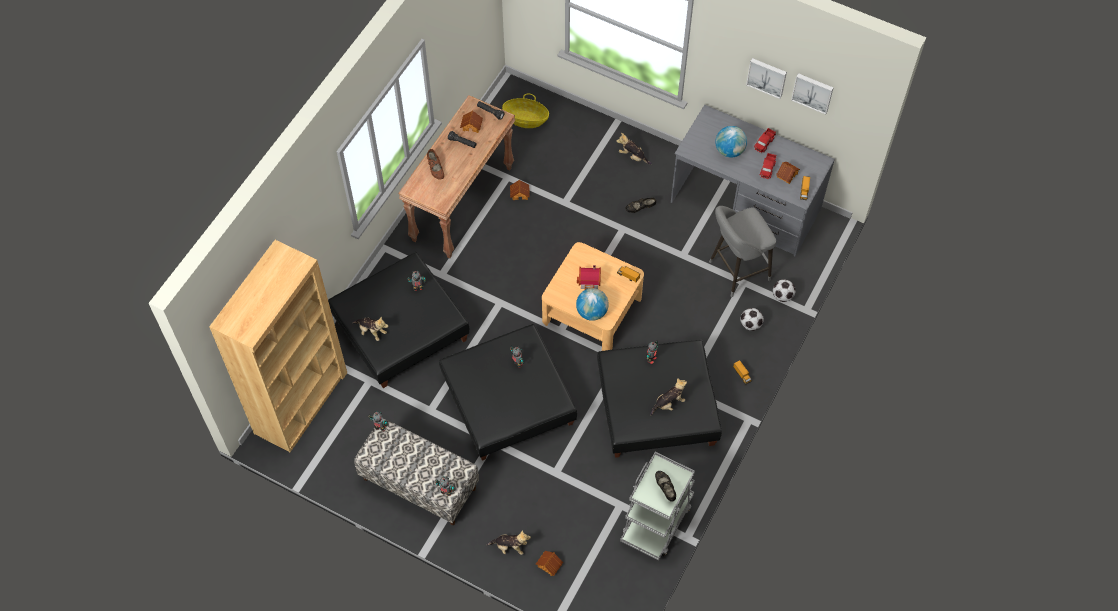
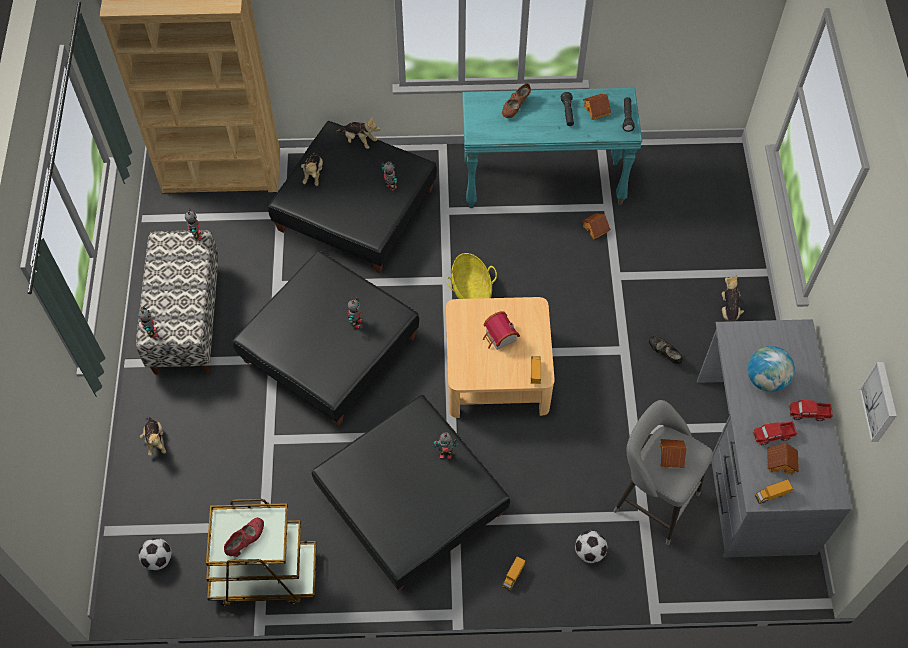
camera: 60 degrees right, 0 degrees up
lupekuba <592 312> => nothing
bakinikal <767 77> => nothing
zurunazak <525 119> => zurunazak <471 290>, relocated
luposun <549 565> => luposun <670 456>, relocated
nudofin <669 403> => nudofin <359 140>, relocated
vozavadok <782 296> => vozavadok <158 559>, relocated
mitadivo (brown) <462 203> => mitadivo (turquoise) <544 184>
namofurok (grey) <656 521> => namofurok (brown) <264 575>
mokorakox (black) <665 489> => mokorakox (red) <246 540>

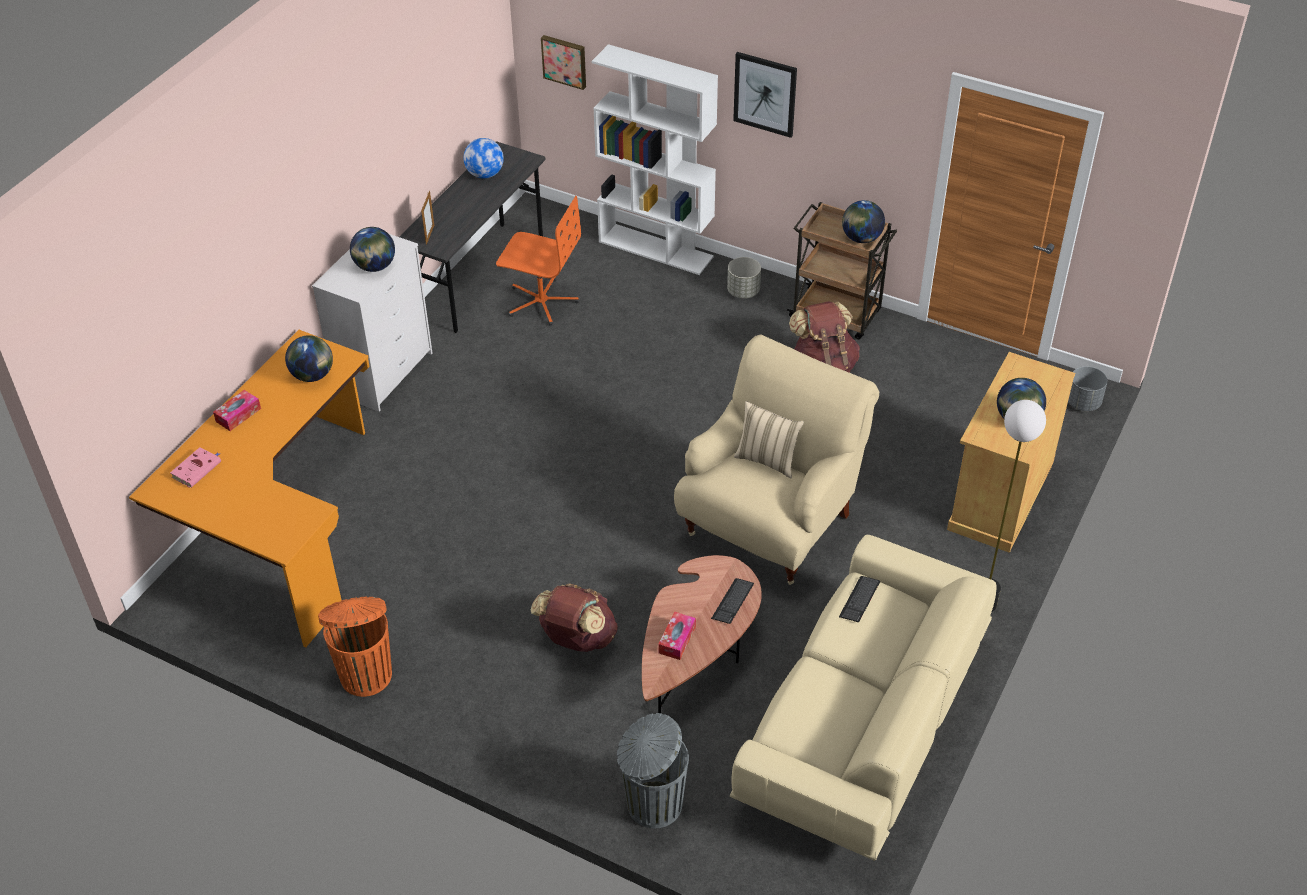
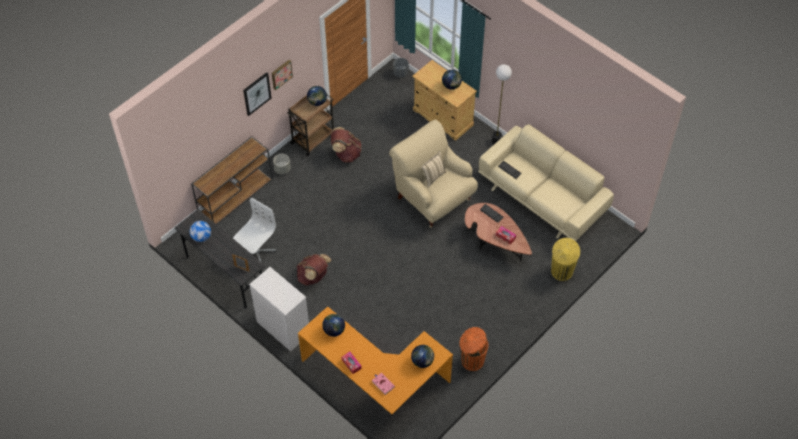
camera: 75 degrees left, 10 degrees up
lupekuba <375 266> => lupekuba <422 361>, relocated
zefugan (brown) <577 639> => zefugan (brown) <313 277>, relocated
bakinikal <565 61> => bakinikal <281 74>, relocated
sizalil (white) <656 249> => mitadivo (brown) <236 195>
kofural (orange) <541 302> => kofural (white) <256 252>
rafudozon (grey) <652 804> => rafudozon (yellow) <561 272>

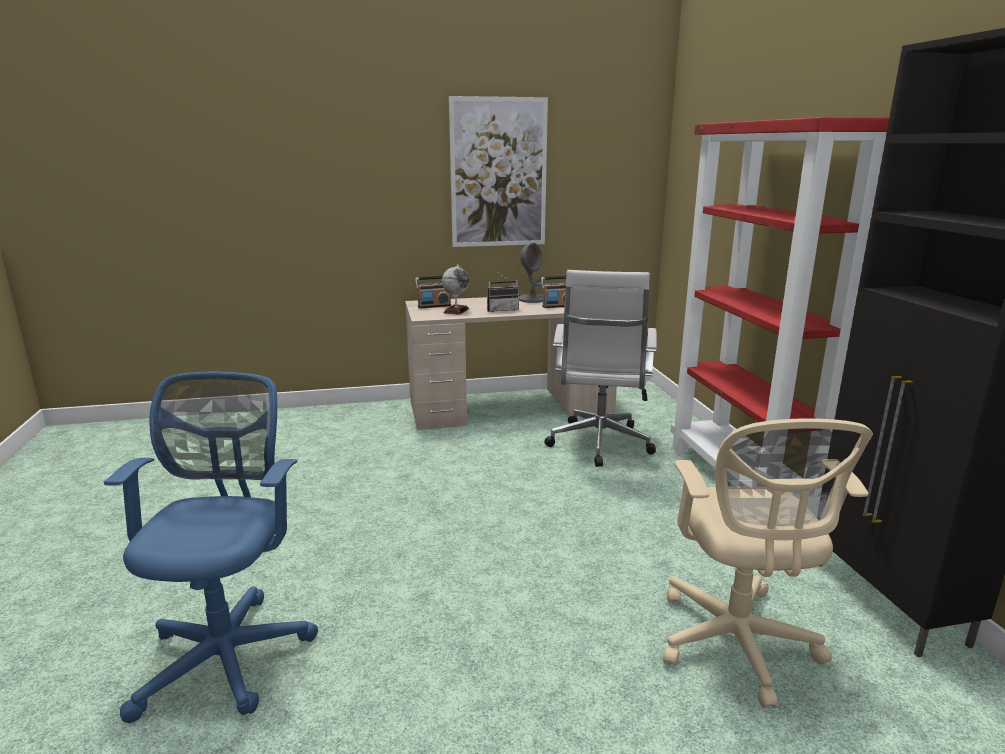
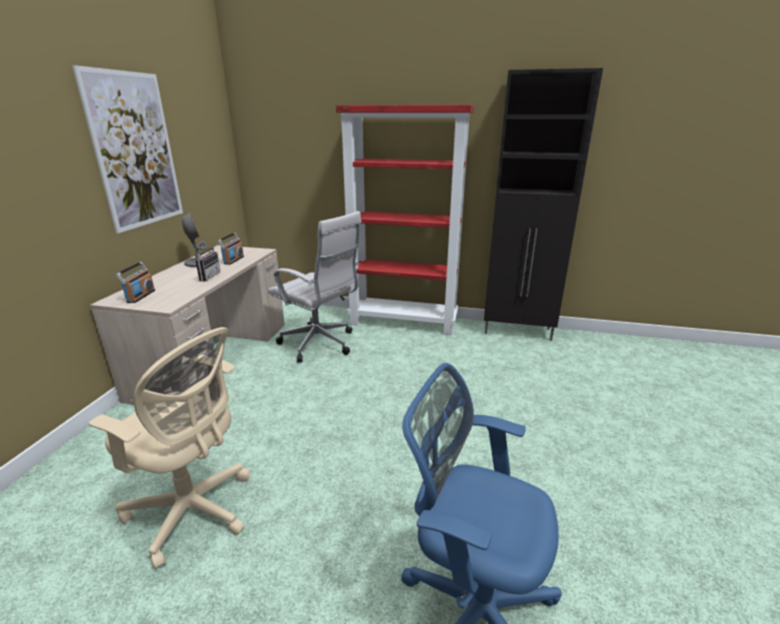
camera: 65 degrees left, 5 degrees up
lupekuba <456 311> => nothing
kofural (beige) <737 646> => kofural (beige) <194 511>, relocated

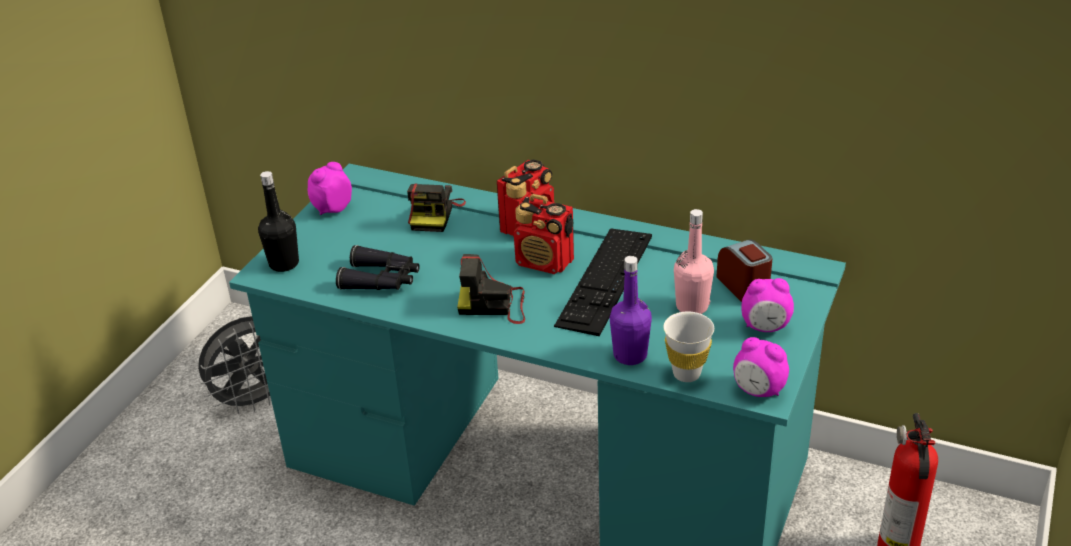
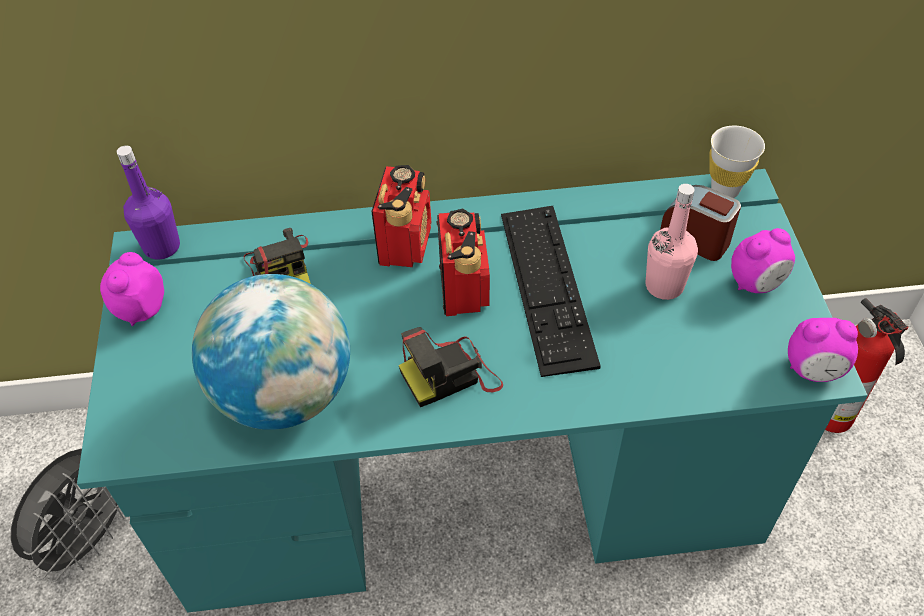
camera: 30 degrees left, 15 degrees up
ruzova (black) <284 263> => nothing
ruzova (purple) <630 355> => ruzova (purple) <162 247>, relocated
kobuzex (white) <686 374> => kobuzex (white) <725 190>, relocated
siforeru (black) <381 279> => lupekuba <285 394>
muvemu <545 262> => muvemu <463 289>, 90 degrees counterclockwise

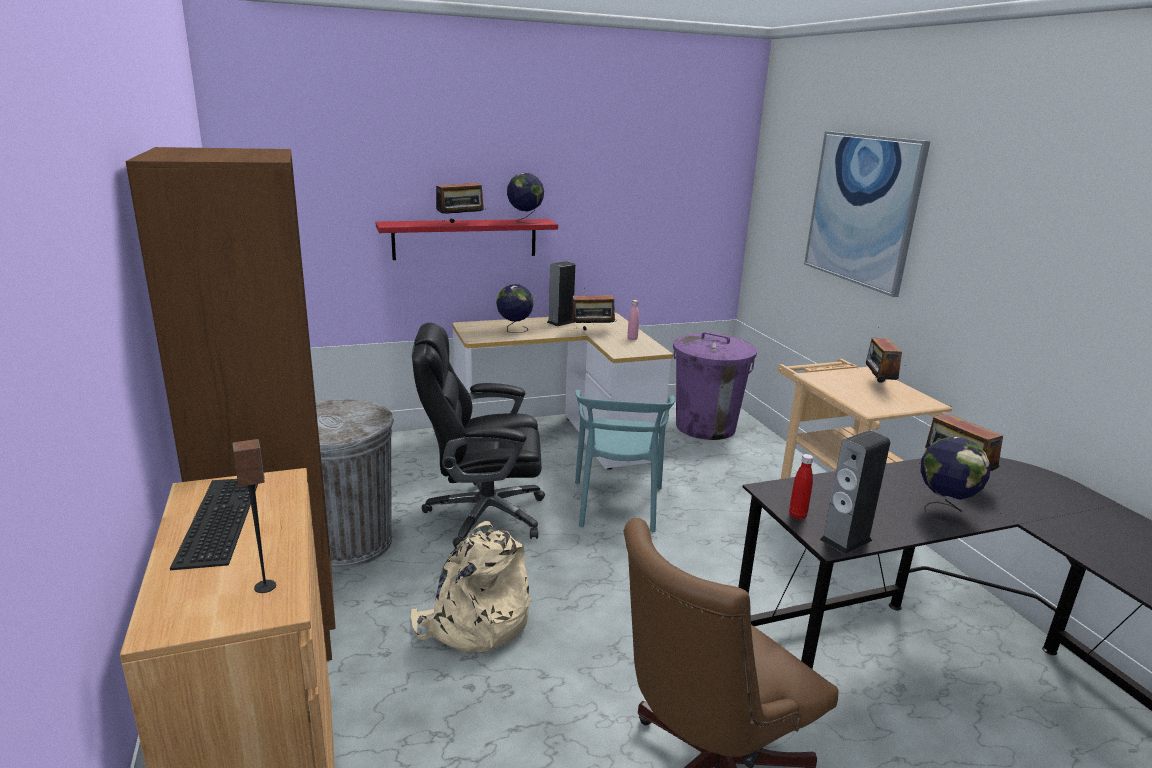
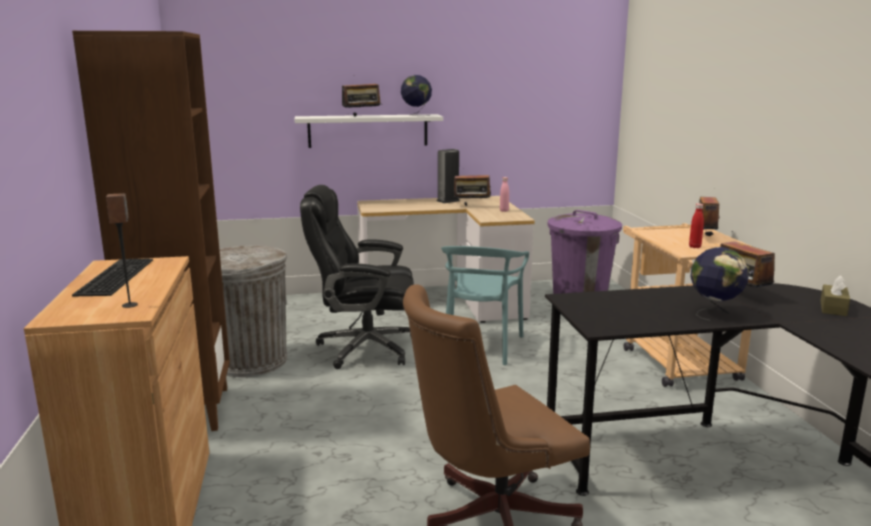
camera: 10 degrees right, 5 degrees down
zefugan (beige) <474 623> => nothing
lupekuba <514 330> => nothing
bakinikal <862 210> => nothing
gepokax <846 540> => nothing
nothing => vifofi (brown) <833 308>
ruzova (red) <797 515> => ruzova (red) <694 247>, relocated
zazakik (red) <465 239> => zazakik (white) <368 131>

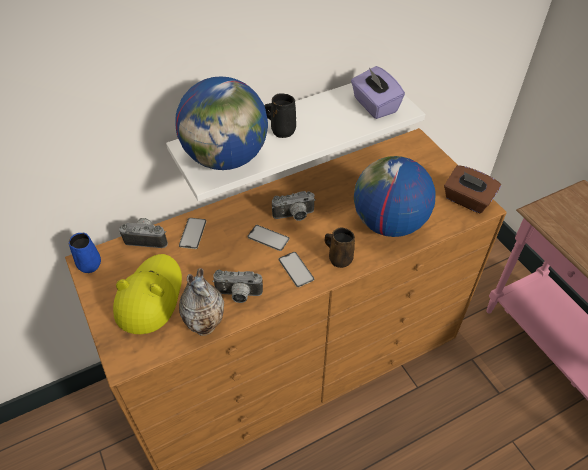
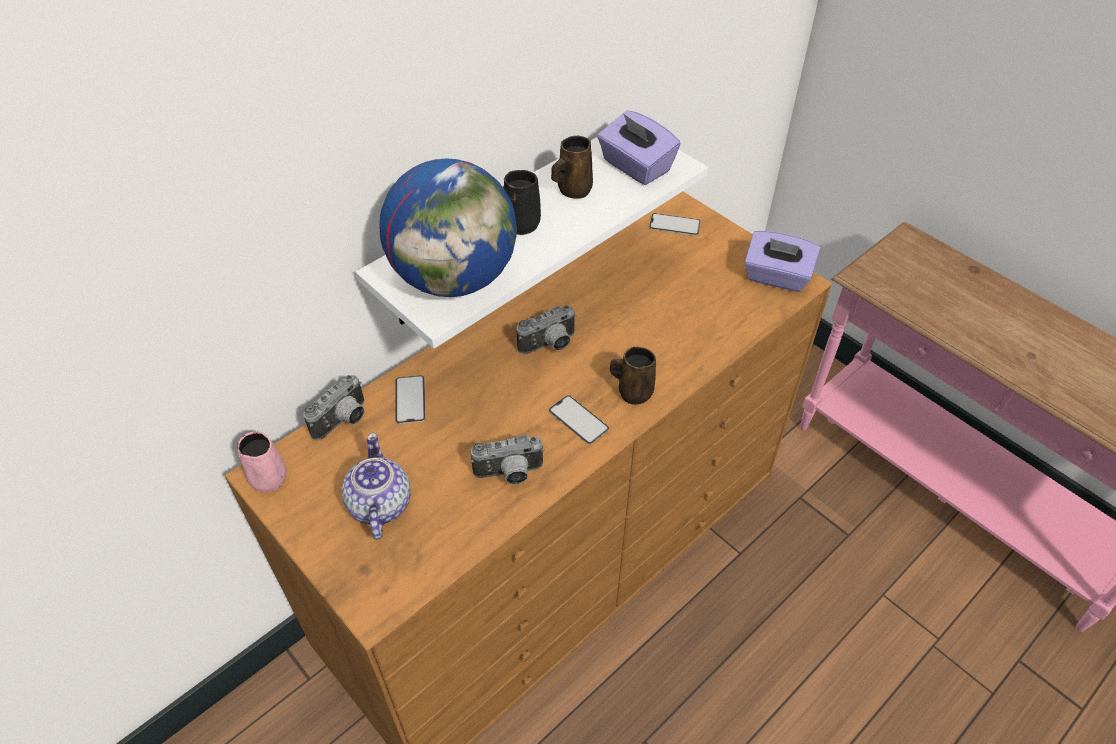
camera: 15 degrees left, 0 degrees up
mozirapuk <206 324> => nothing
lupekuba <388 223> => nothing
nothing => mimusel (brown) <573 190>
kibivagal <268 238> => kibivagal <674 224>, relocated
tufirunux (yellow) <149 296> => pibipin <379 505>
mimusel (blue) <89 263> => mimusel (pink) <268 477>
vifofi (brown) <467 200> => vifofi (purple) <776 277>
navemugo <147 238> => navemugo <344 421>, 135 degrees clockwise

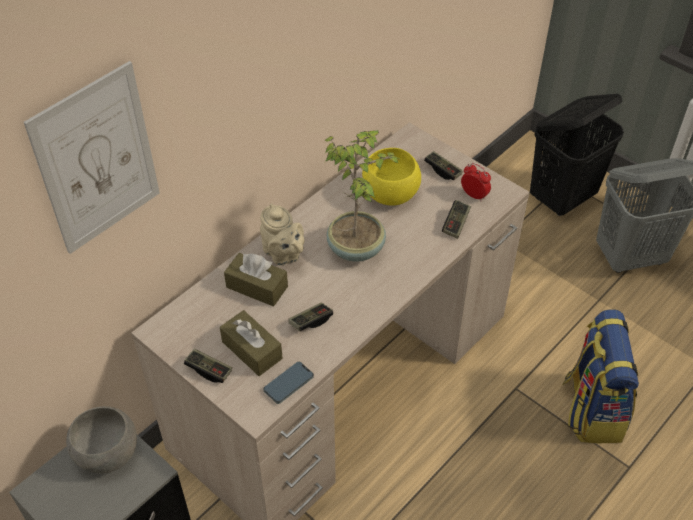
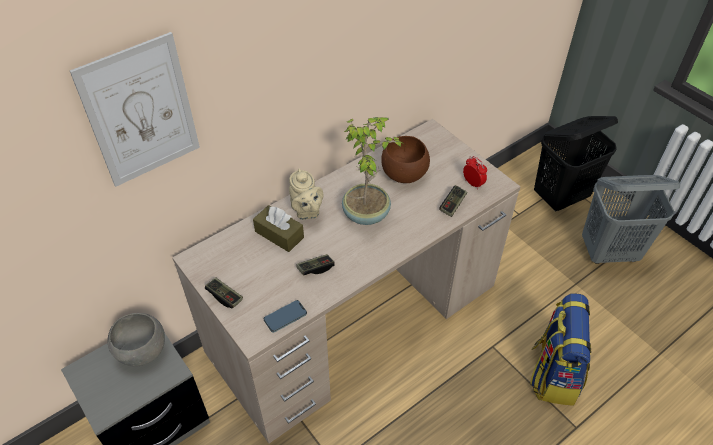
camera: 10 degrees right, 0 degrees up
vifofi (brown) <252 350> => nothing
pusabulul <442 170> => nothing
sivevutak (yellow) <390 195> => sivevutak (brown) <403 174>

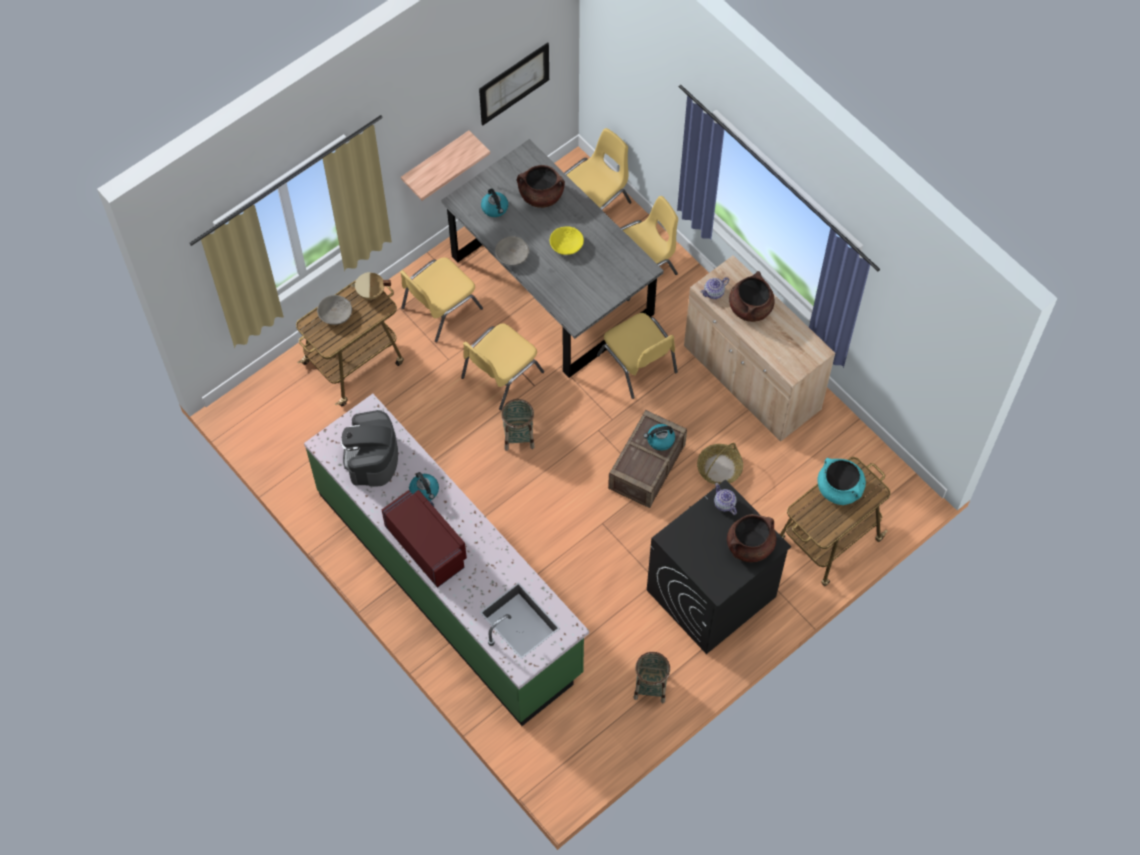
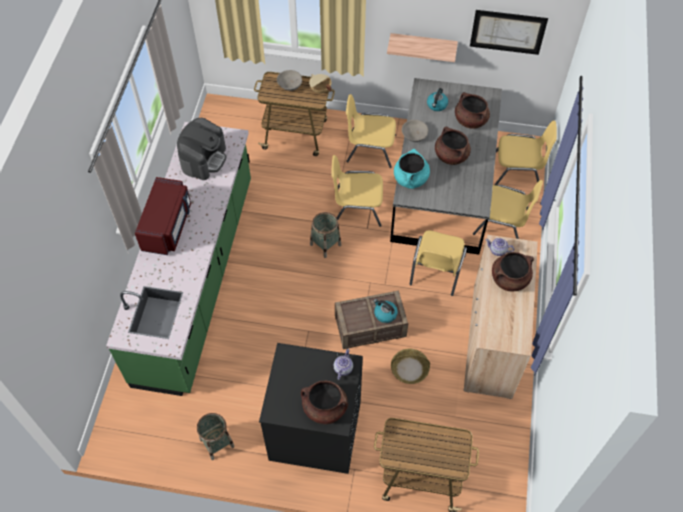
camera: 50 degrees right, 5 degrees down
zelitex <425 491> => nothing
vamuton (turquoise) <839 489> => vamuton (turquoise) <411 179>, relocated
sivevutak (yellow) <566 245> => vamuton (brown) <451 156>
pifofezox <372 458> => pifofezox <204 159>, 150 degrees clockwise

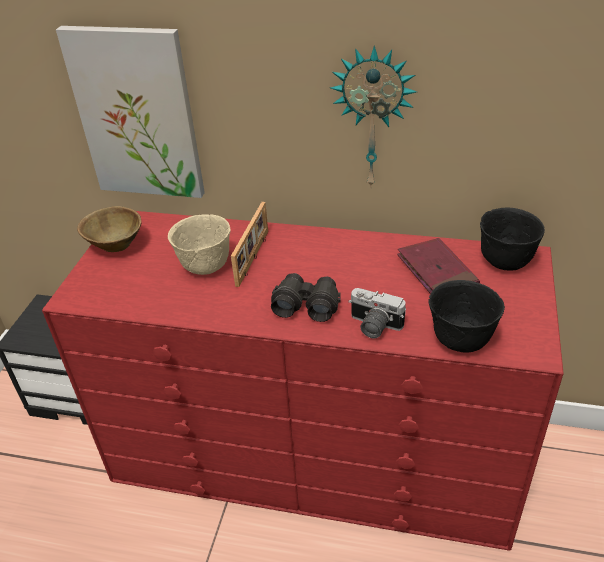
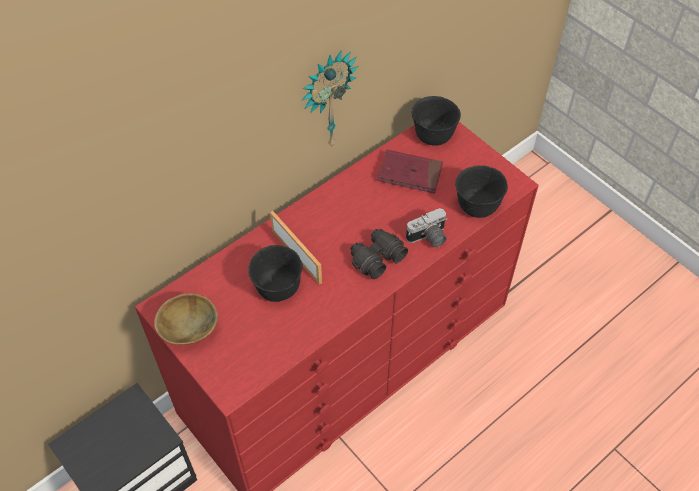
camera: 55 degrees left, 15 degrees up
bakinikal <137 114> => nothing
sivevutak (beige) <205 267> => sivevutak (black) <278 289>

